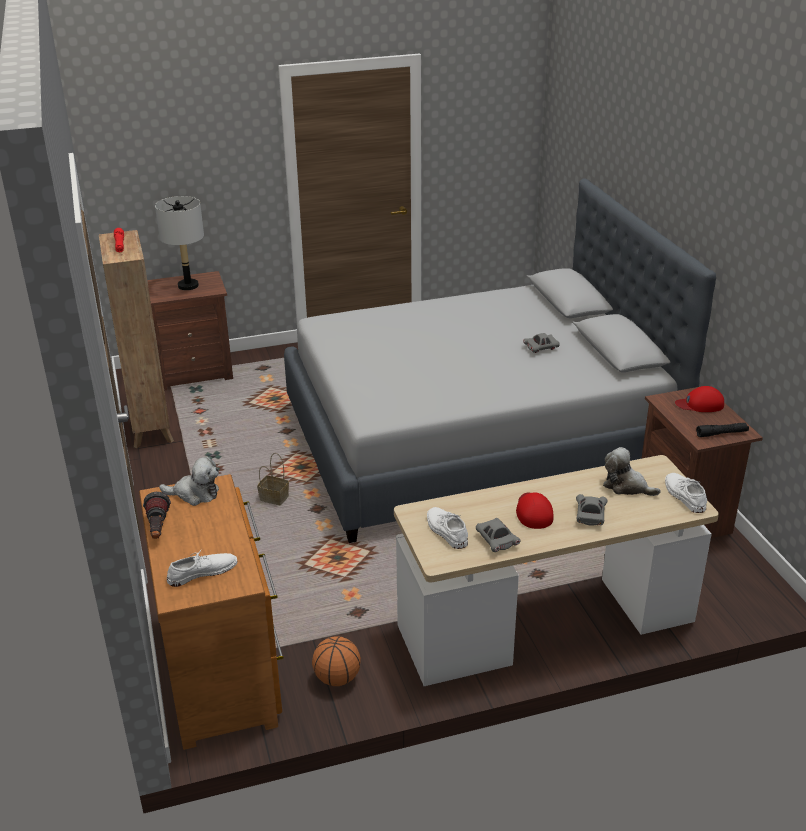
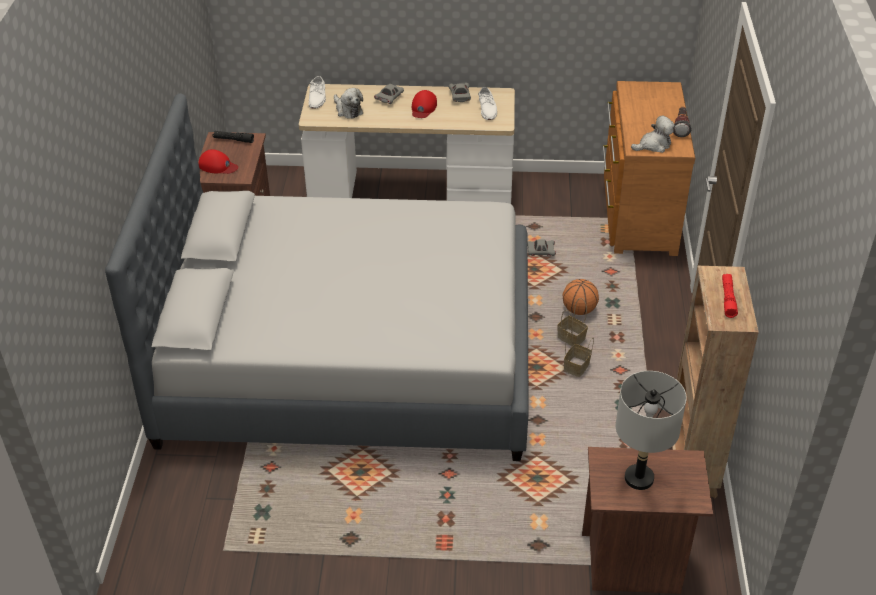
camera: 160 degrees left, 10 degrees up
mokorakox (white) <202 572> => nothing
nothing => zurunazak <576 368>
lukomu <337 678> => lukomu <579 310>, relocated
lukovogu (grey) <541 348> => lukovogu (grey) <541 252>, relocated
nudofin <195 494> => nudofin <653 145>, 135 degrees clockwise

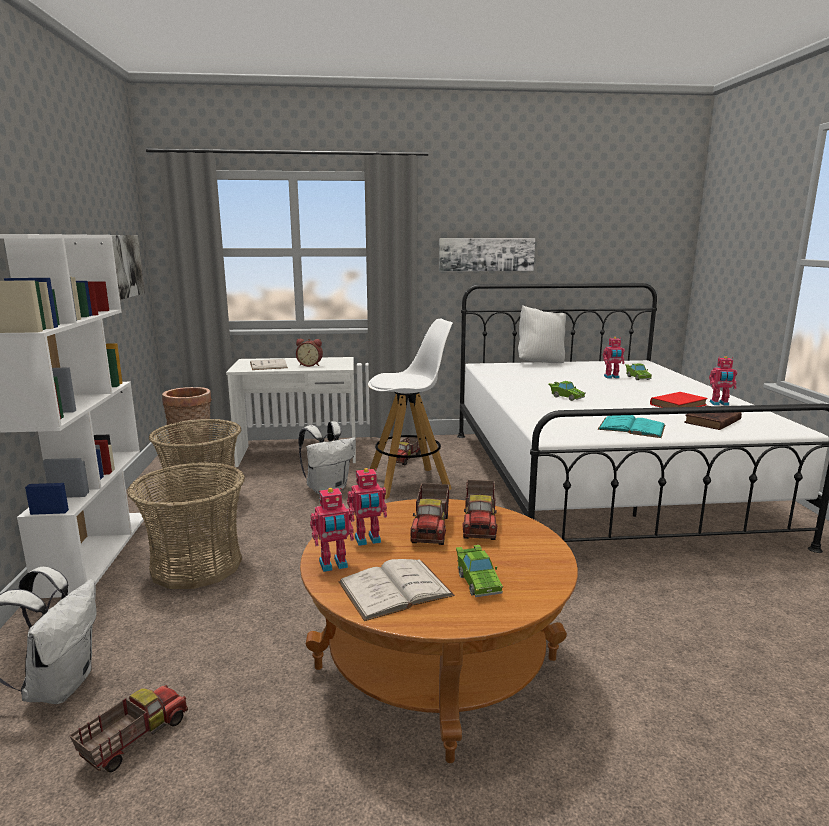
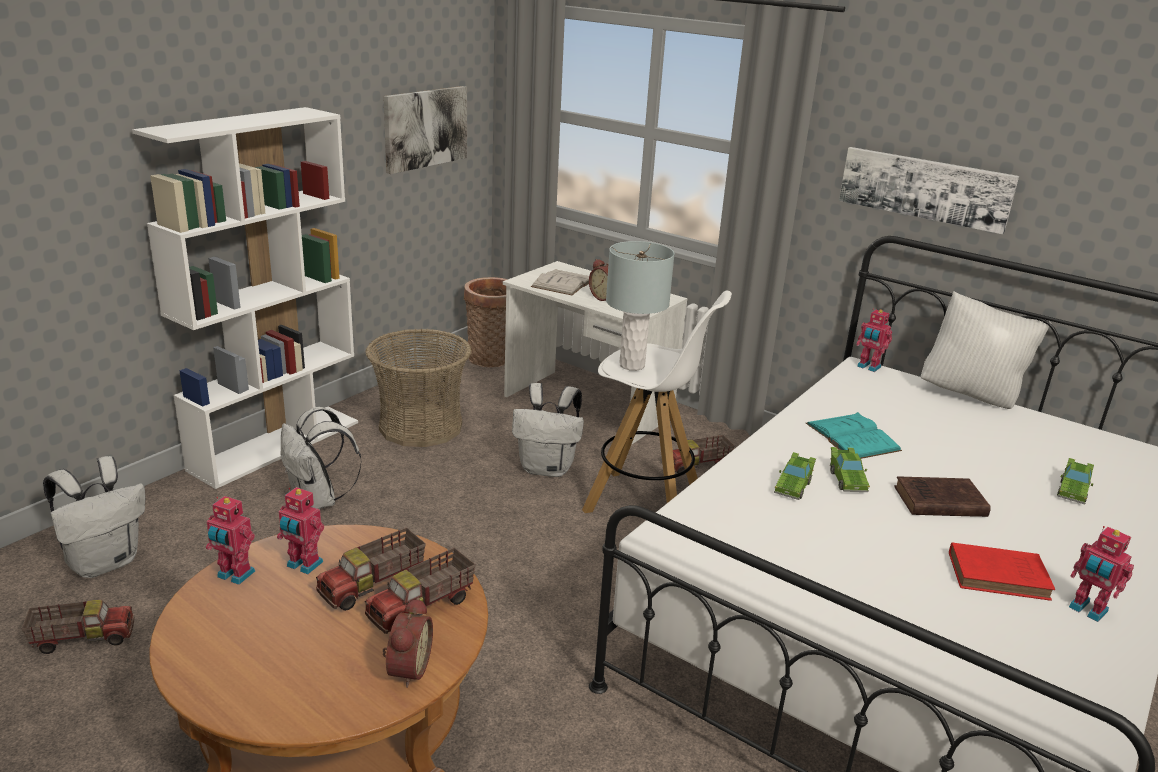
camera: 40 degrees right, 10 degrees up
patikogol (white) <395 589> => nothing
nothing => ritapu <406 669>
nothing => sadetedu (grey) <632 365>
lukovogu (green) <477 581> => lukovogu (green) <793 486>, relocated
patikogol (turquoise) <631 427> => patikogol (turquoise) <852 437>, relocated
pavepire <612 377> => pavepire <868 367>, relocated
patikogol (brown) <711 421> => patikogol (brown) <937 502>, relocated
zurunazak <197 565> => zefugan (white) <318 502>

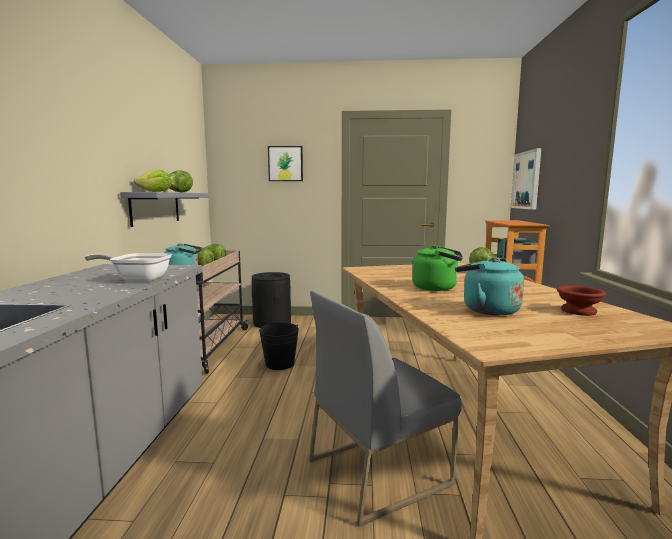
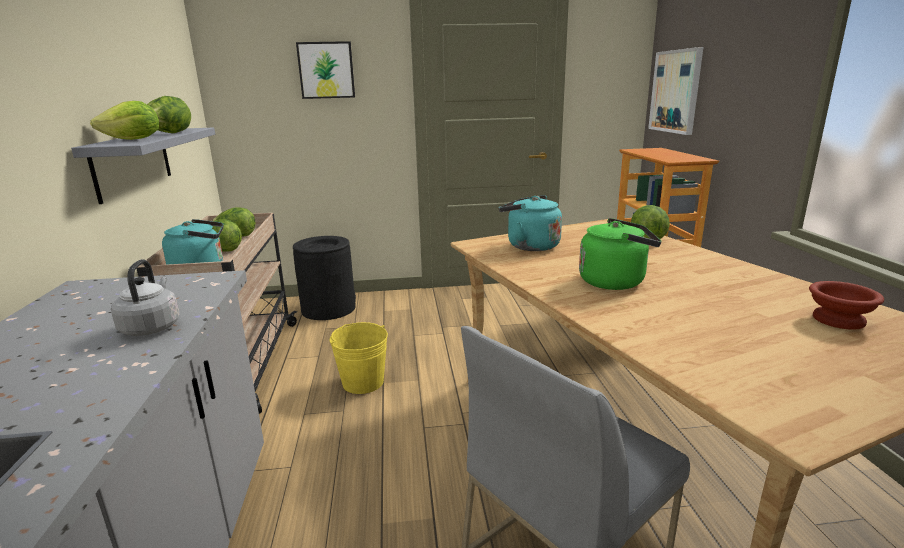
camera: 10 degrees left, 10 degrees up
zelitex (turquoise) <487 310> => zelitex (turquoise) <529 246>, relocated
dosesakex <138 279> => zelitex (grey) <152 327>
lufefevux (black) <279 364> => lufefevux (yellow) <363 382>

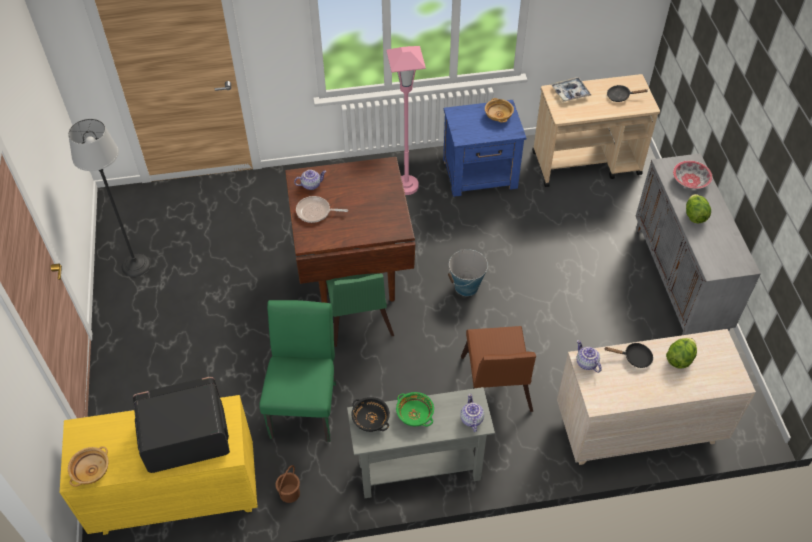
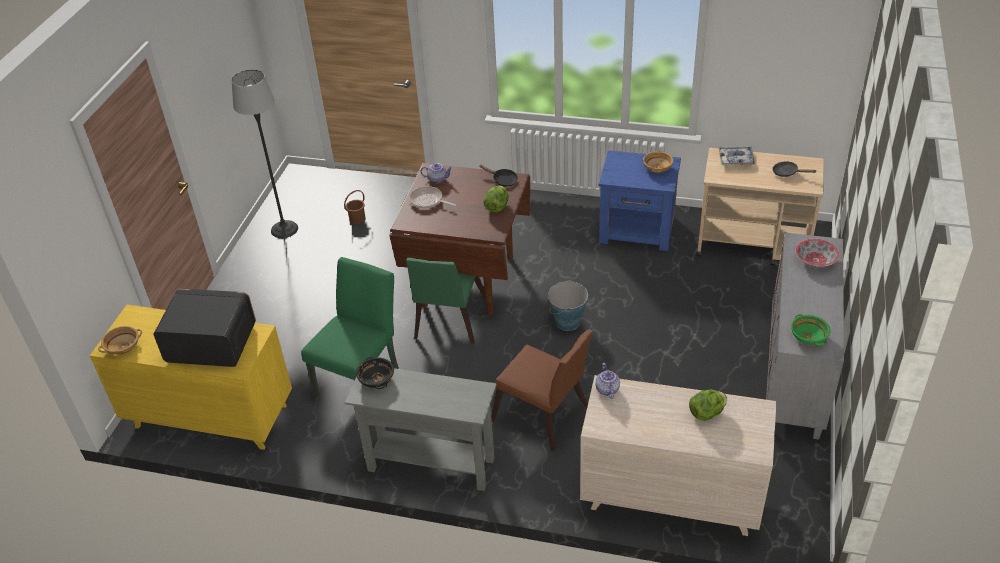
camera: 25 degrees right, 10 degrees down
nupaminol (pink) <406 186> => nothing
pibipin <471 419> => nothing
lufefevux (brown) <289 493> => lufefevux (brown) <357 219>, relocated
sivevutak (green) <415 414> => sivevutak (green) <809 337>, relocated
dosesakex (black) <634 358> => dosesakex (black) <502 180>, relocated
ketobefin <695 216> => ketobefin <497 207>, relocated
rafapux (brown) <495 389> => rafapux (brown) <544 417>, 75 degrees counterclockwise

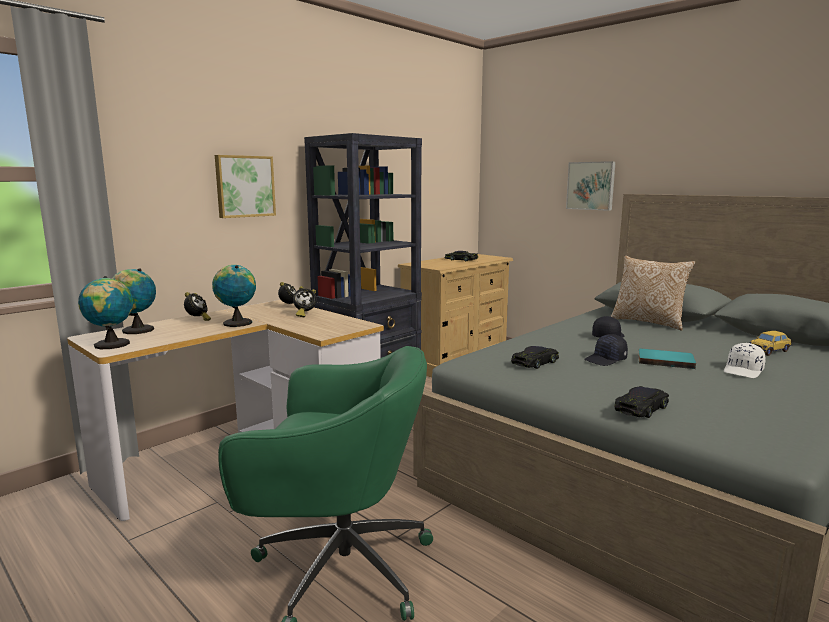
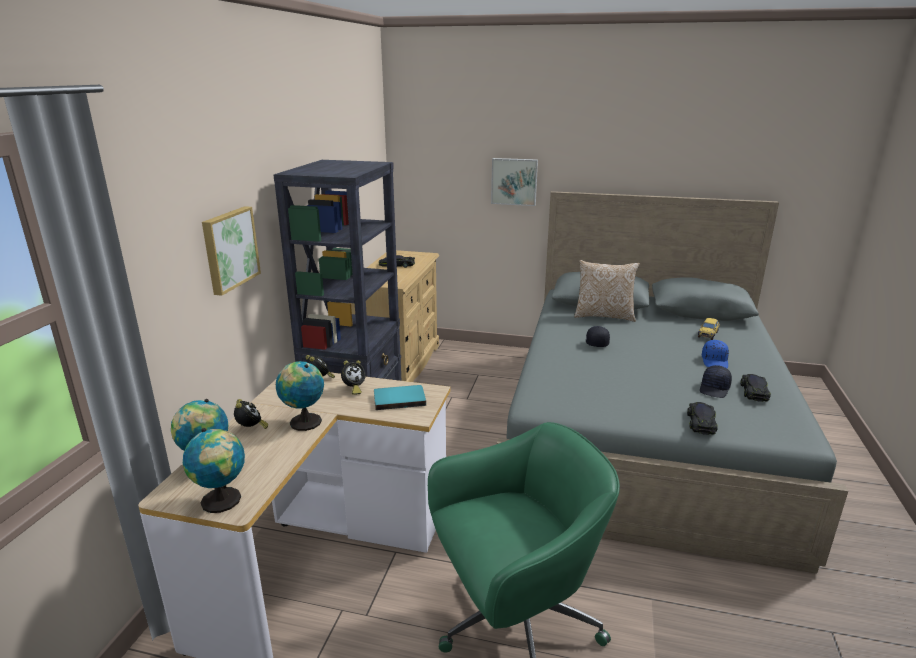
camera: 30 degrees left, 10 degrees up
lukovogu (black) <536 362> => lukovogu (black) <754 391>, relocated
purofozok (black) <606 360> => purofozok (black) <715 389>, relocated
patikogol (turquoise) <665 360> => patikogol (turquoise) <399 399>, relocated
purofozok (white) <744 371> => purofozok (blue) <715 361>

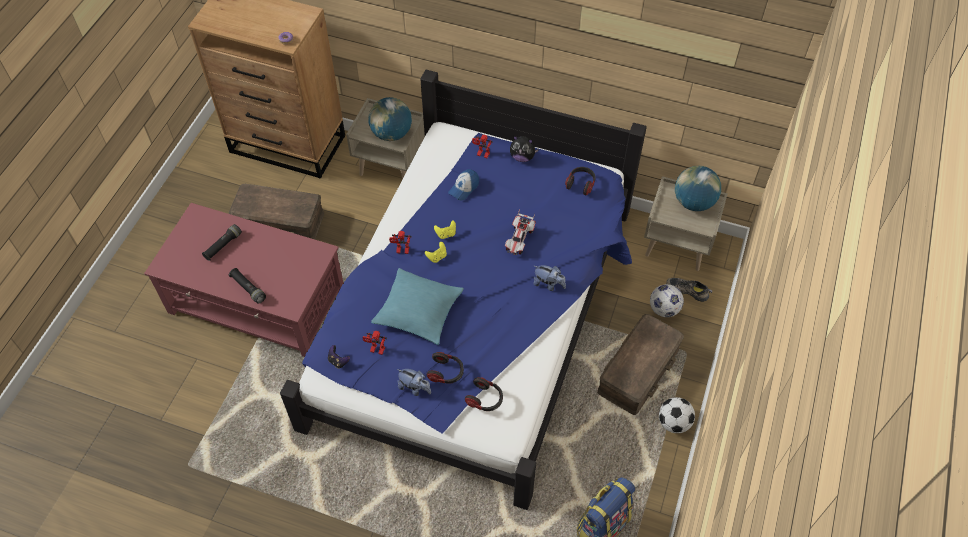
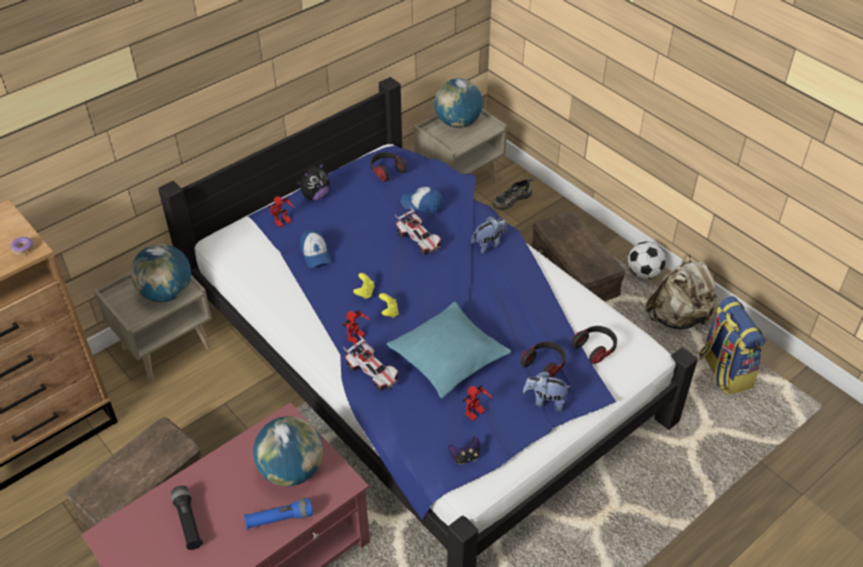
camera: 60 degrees left, 10 degrees down
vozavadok <664 309> => nothing
nothing => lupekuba <291 470>
nothing => lukovogu <372 372>
nothing => purofozok <422 204>
nothing => zefugan (beige) <678 317>
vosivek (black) <248 288> => vosivek (blue) <279 519>
nudofin <414 388> => nudofin <545 401>, 135 degrees counterclockwise

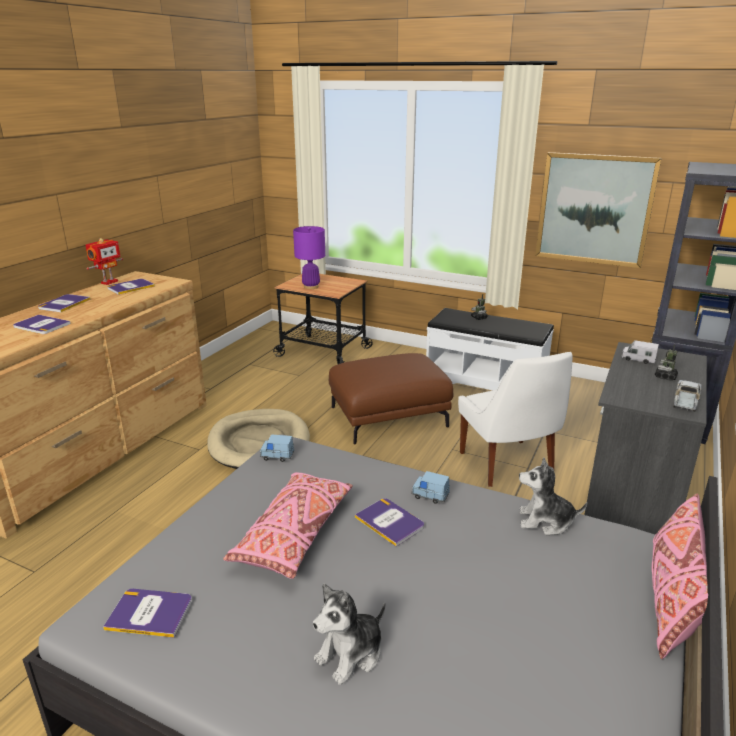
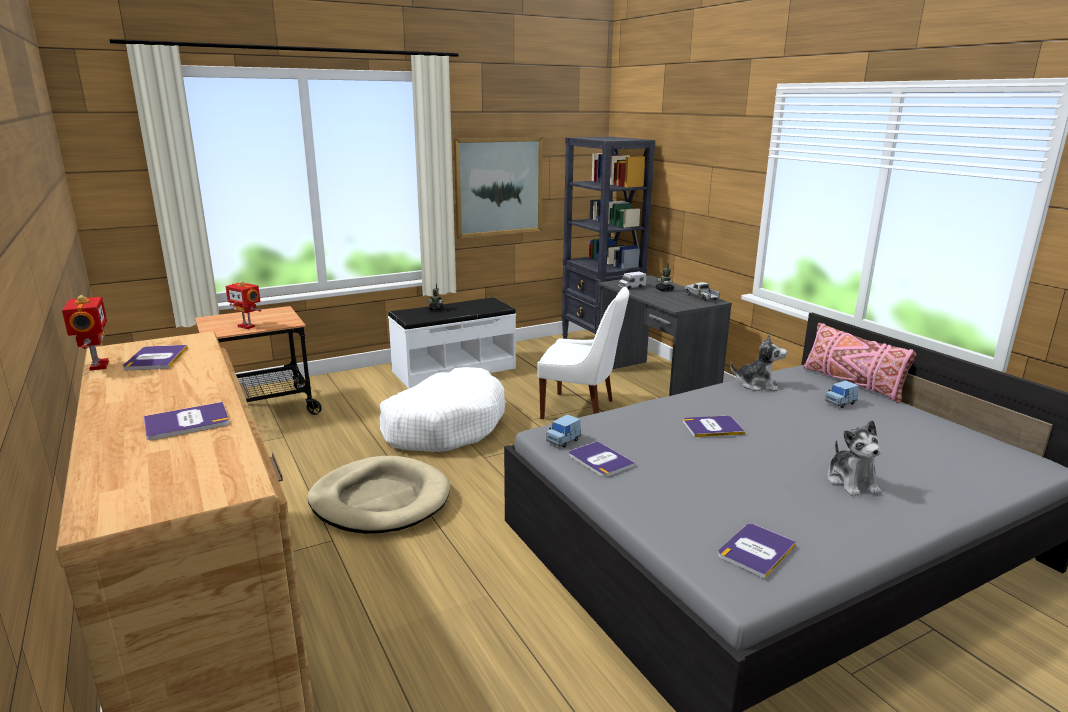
camera: 55 degrees left, 5 degrees down
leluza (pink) <294 534> => nothing
patikogol <64 304> => patikogol <600 460>, relocated
lukovogu (blue) <430 495> => lukovogu (blue) <840 403>, relocated
sadetedu (purple) <311 287> => pavepire <247 326>
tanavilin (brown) <388 418> => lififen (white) <444 425>
nudofin <545 521> => nudofin <757 385>, 120 degrees counterclockwise

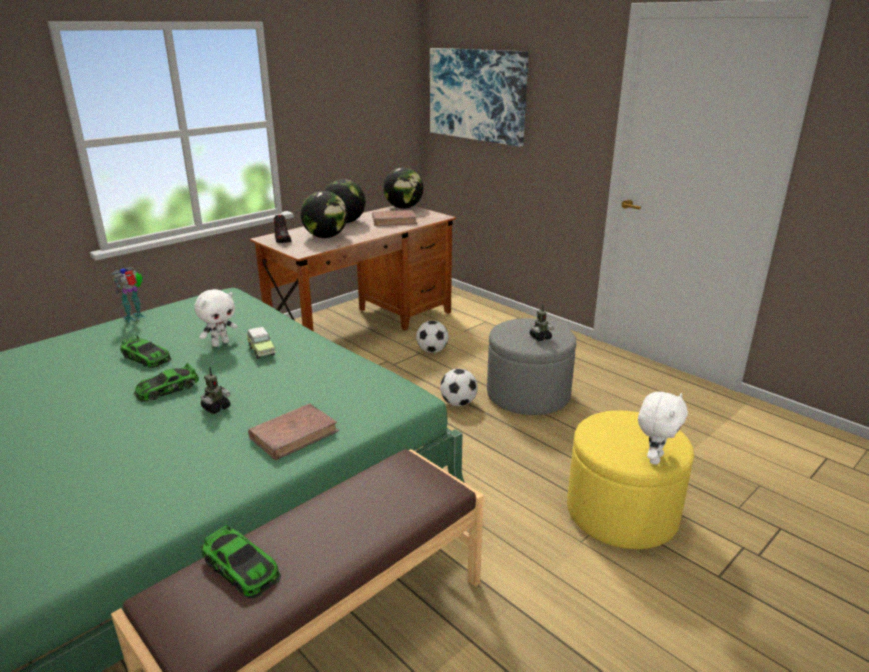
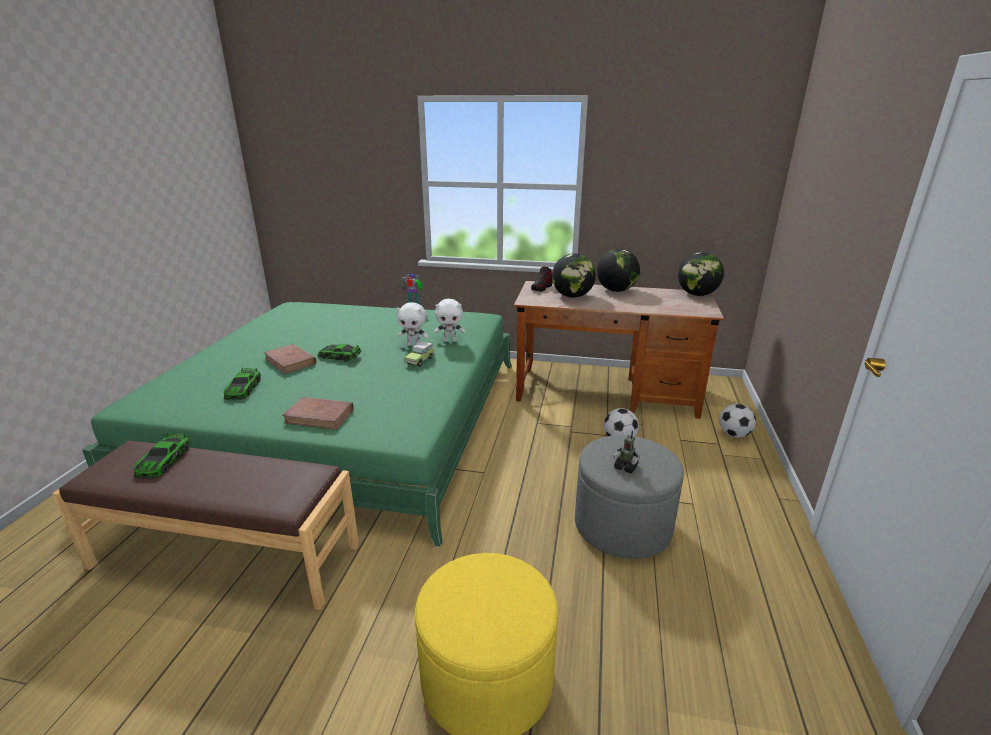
camera: 55 degrees right, 0 degrees up
pavepire <216 408> => nothing
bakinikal <477 95> => nothing
lukovogu <146 357> => lukovogu <243 389>, relocated
patikogol (brown) <394 221> => patikogol (brown) <290 361>, relocated
vozavadok <458 403> => vozavadok <734 434>, relocated
nudofin (white) <654 458> => nudofin (white) <450 340>, relocated

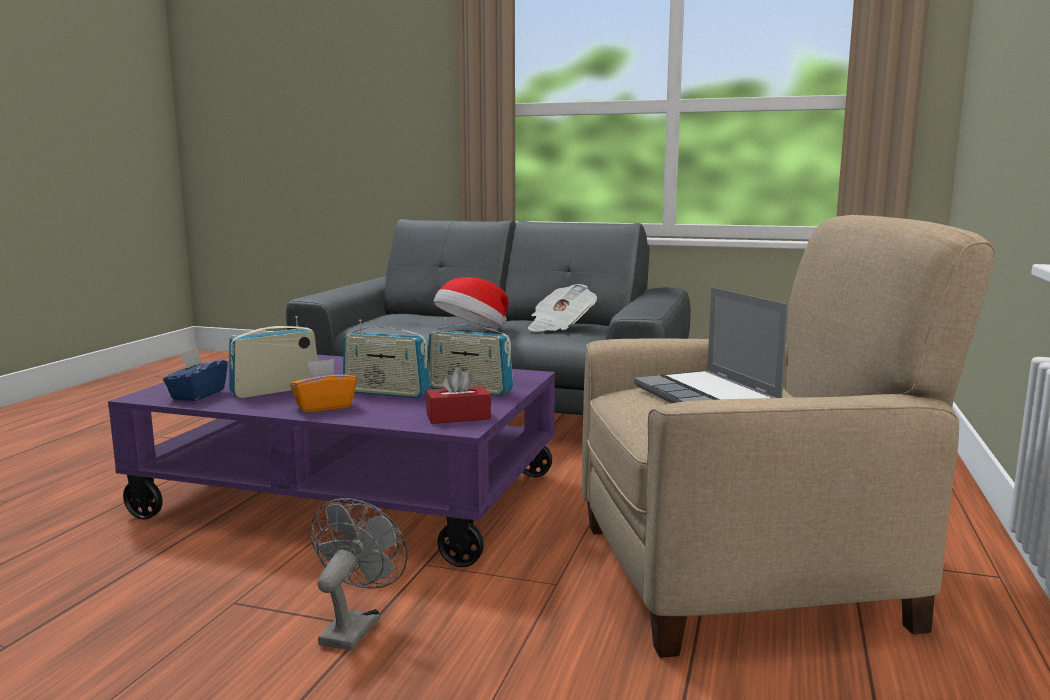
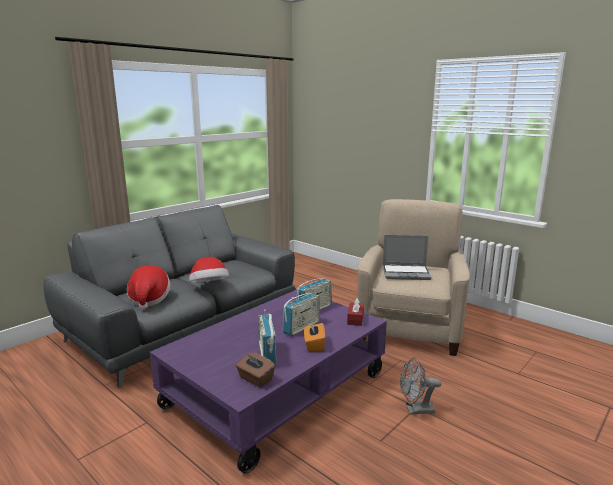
camera: 65 degrees left, 5 degrees up
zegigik <560 327> => nothing
nothing => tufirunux <149 299>
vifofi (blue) <197 395> => vifofi (brown) <255 379>
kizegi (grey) <354 626> => kizegi (grey) <415 410>, 45 degrees counterclockwise

